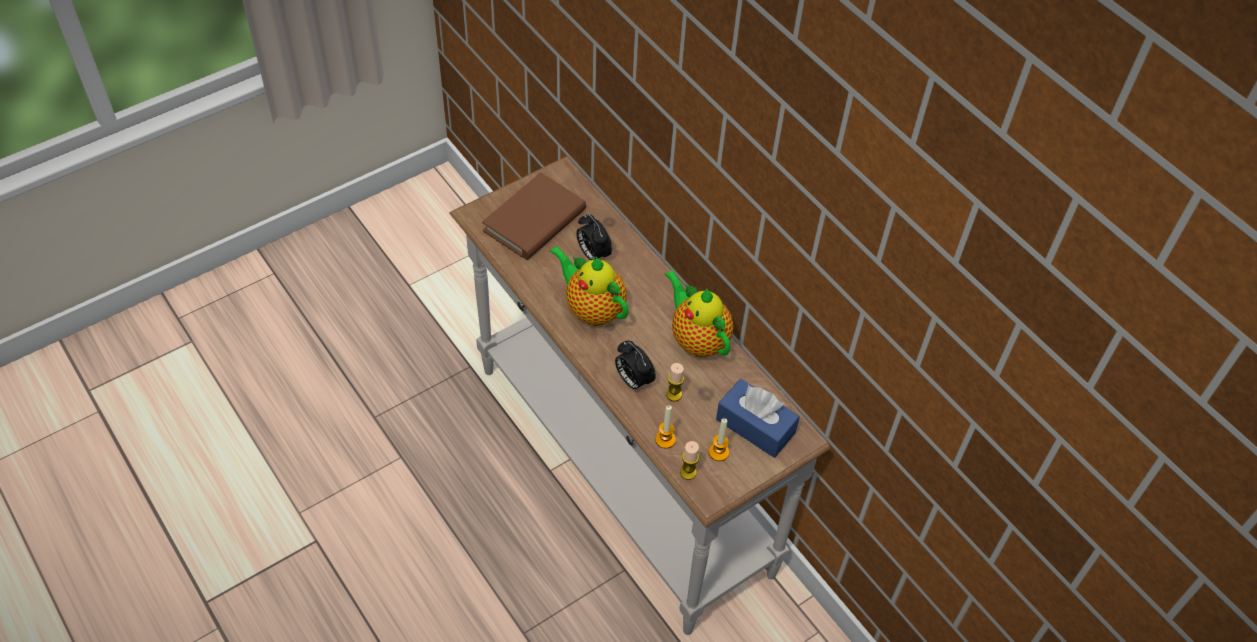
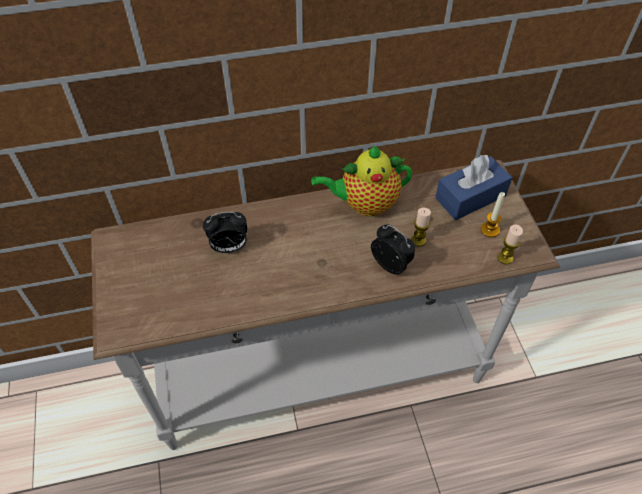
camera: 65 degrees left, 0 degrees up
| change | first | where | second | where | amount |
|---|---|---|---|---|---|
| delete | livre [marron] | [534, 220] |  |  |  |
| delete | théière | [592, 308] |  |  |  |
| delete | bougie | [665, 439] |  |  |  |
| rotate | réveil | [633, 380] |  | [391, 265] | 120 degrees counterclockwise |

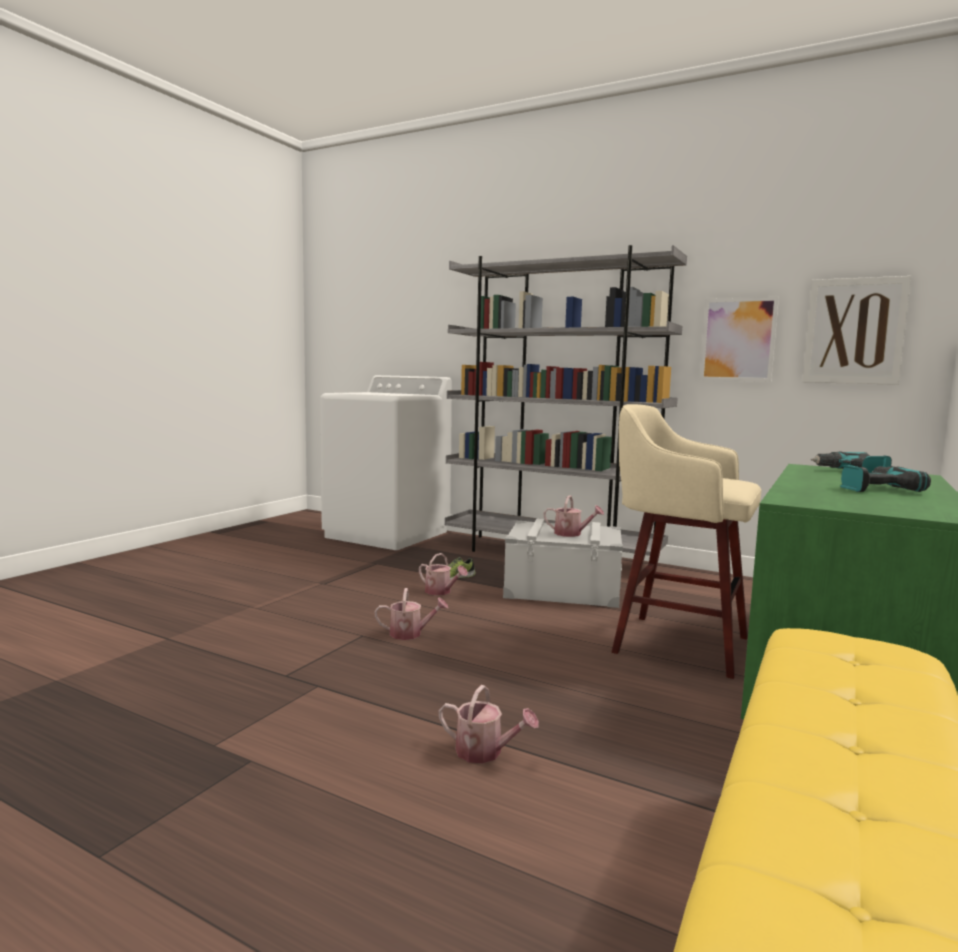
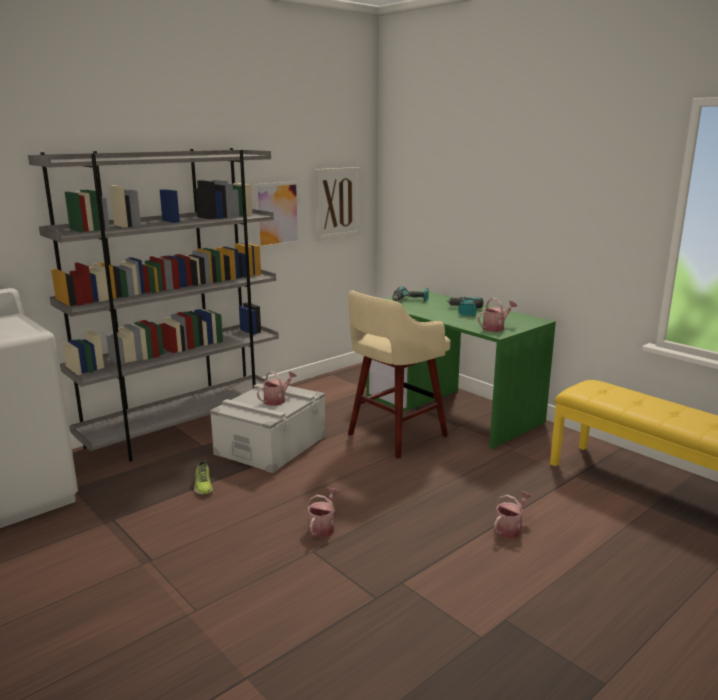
camera: 70 degrees left, 10 degrees up
| change | first | where | second | where | amount |
|---|---|---|---|---|---|
| move | arrosoir | [441, 592] |  | [495, 328] |  |

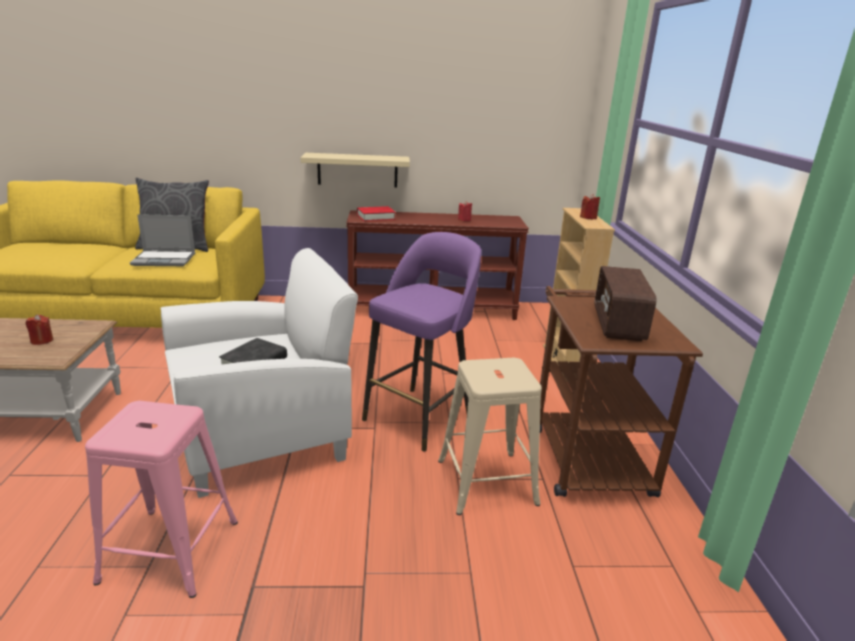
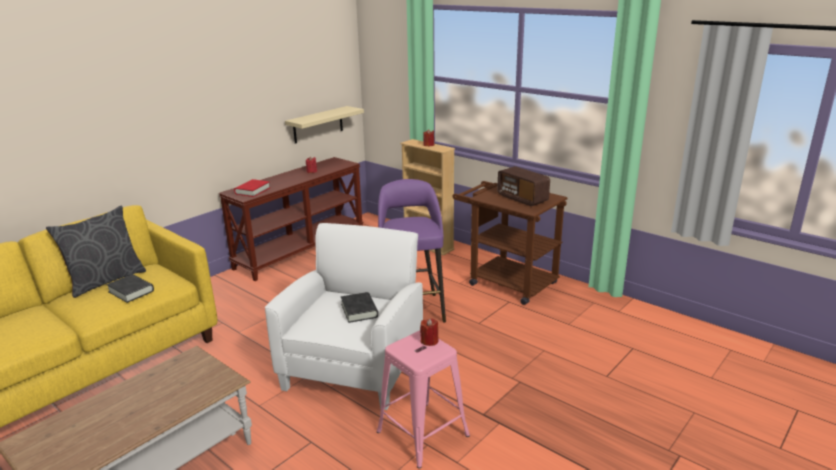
camera: 45 degrees left, 0 degrees up
| change | first | where | second | where | amount |
|---|---|---|---|---|---|
| delete | tabouret [beige] | [486, 482] |  |  |  |
| move | bougie [rouge] | [42, 340] |  | [429, 341] |  |
| move | étagère [beige] | [357, 170] |  | [318, 124] |  |
| replace | ordinateur portable | [165, 259] | livre [noir] | [131, 291] |  |

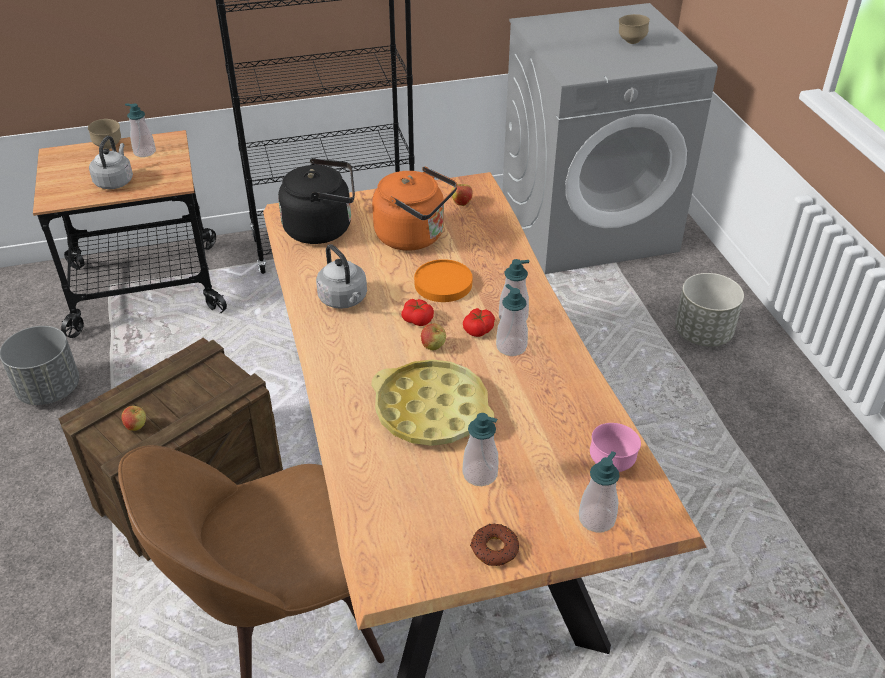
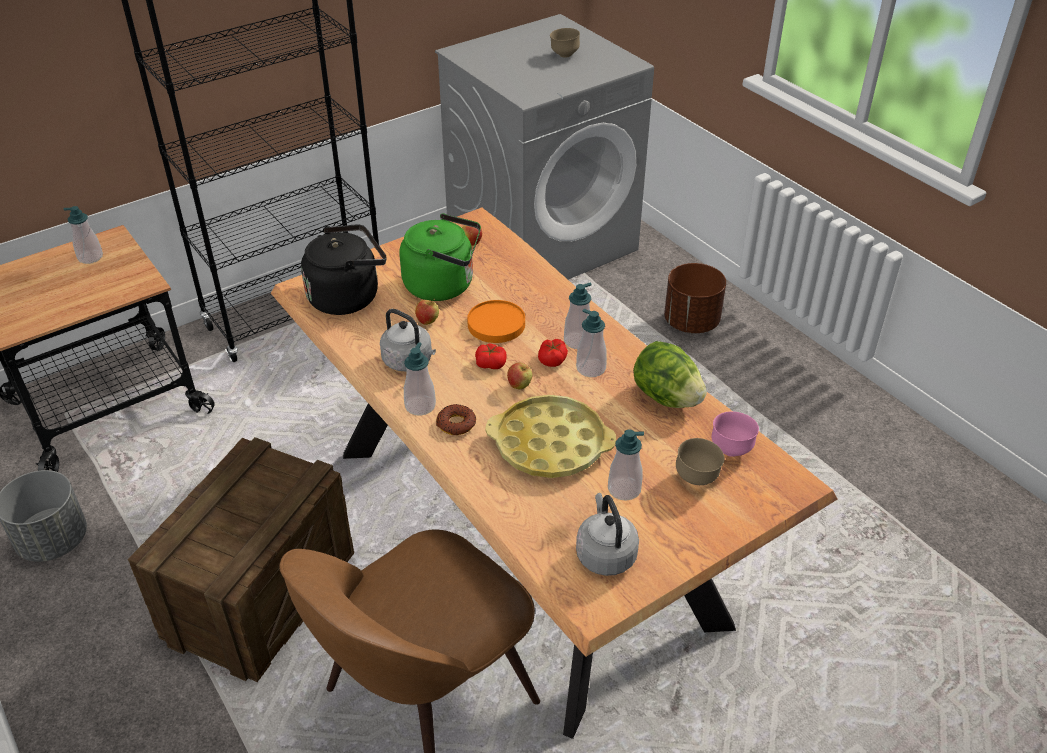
camera: 20 degrees left, 0 degrees up
| change | first | where | second | where | amount |
|---|---|---|---|---|---|
| insert |  |  | laitue | [666, 397] |  |
| move | bol [marron] | [109, 147] |  | [697, 478] |  |
| move | bouilloire [gris] | [115, 181] |  | [605, 554] |  |
| move | pomme | [136, 427] |  | [428, 321] |  |
| move | beignet | [494, 549] |  | [456, 424] |  |
| move | distributeur de savon | [596, 519] |  | [420, 406] |  |
| recolor | bouilloire [orange] | [414, 236] | bouilloire [vert] | [443, 285] |  |
| recolor | cache-pot [gris] | [702, 333] | cache-pot [marron] | [690, 322] |  |

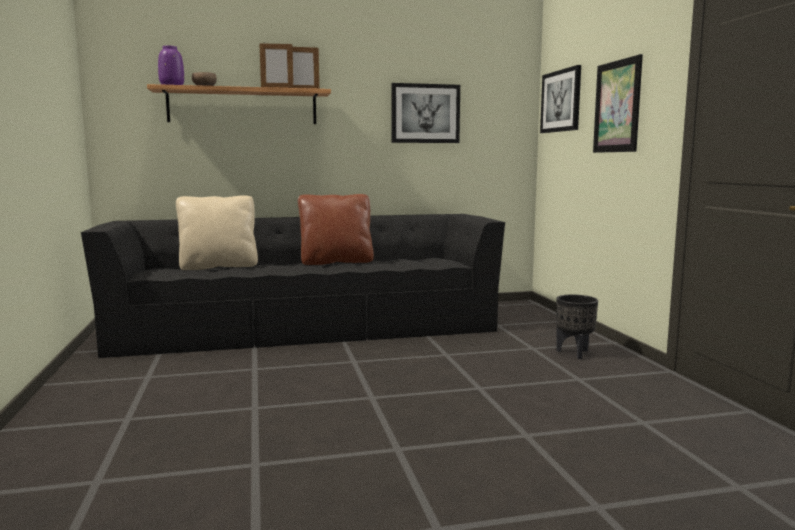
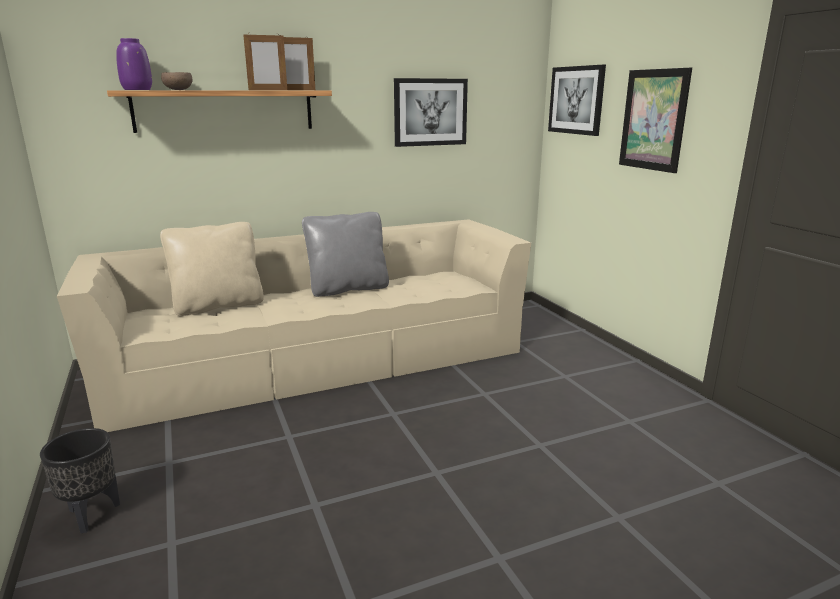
camera: 10 degrees left, 10 degrees up
| change | first | where | second | where | amount |
|---|---|---|---|---|---|
| move | cache-pot [noir] | [574, 353] |  | [92, 515] |  |
| recolor | canapé [noir] | [306, 326] | canapé [beige] | [319, 359] |  |
| recolor | coussin [marron] | [336, 262] | coussin [gris] | [348, 289] |  |

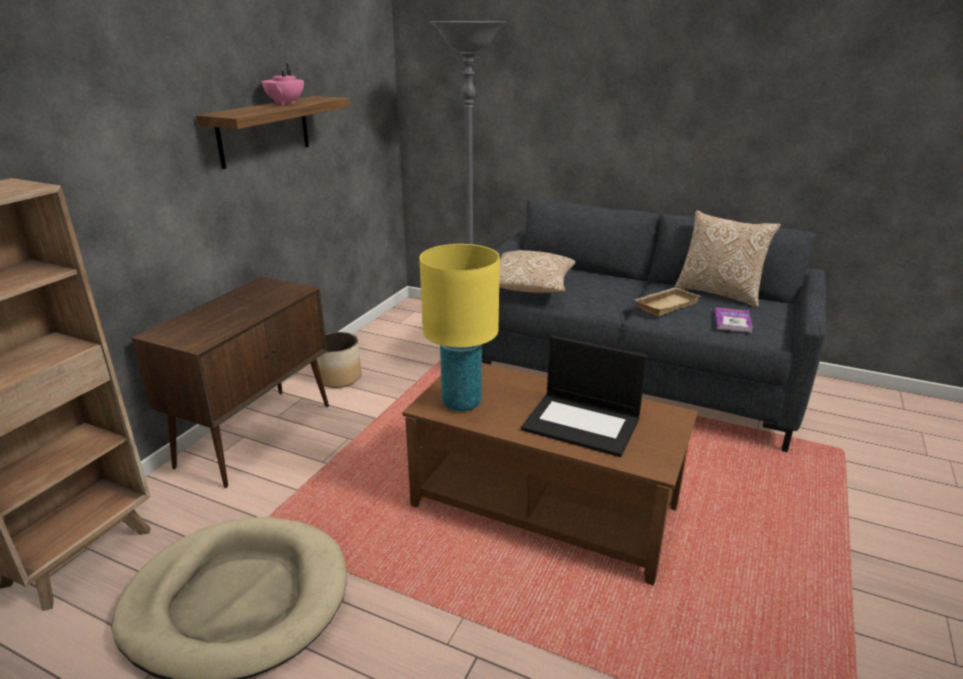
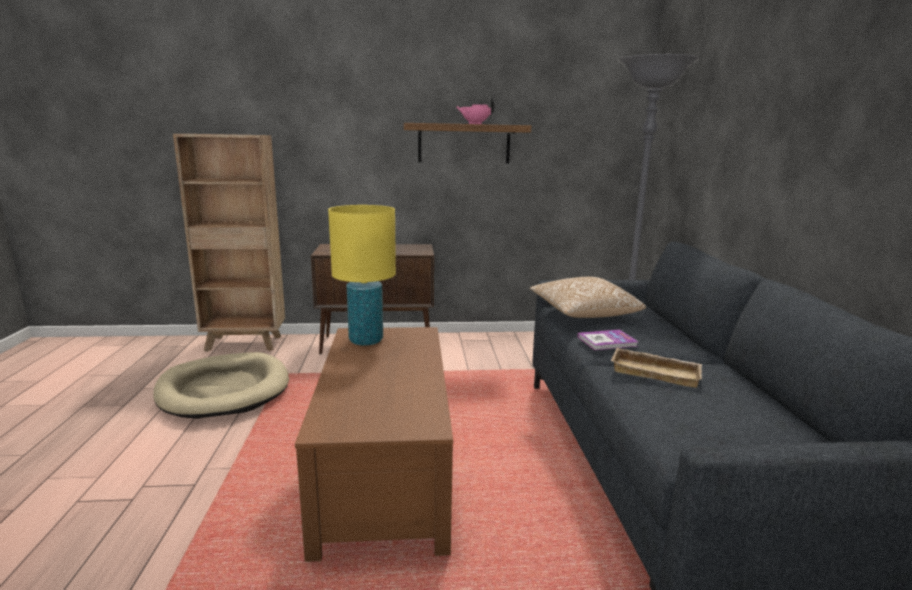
camera: 60 degrees right, 10 degrees down
| change | first | where | second | where | amount |
|---|---|---|---|---|---|
| delete | cache-pot | [338, 378] |  |  |  |
| delete | ordinateur portable | [583, 424] |  |  |  |
| delete | coussin | [719, 293] |  |  |  |
| move | livre | [732, 321] |  | [607, 341] |  |

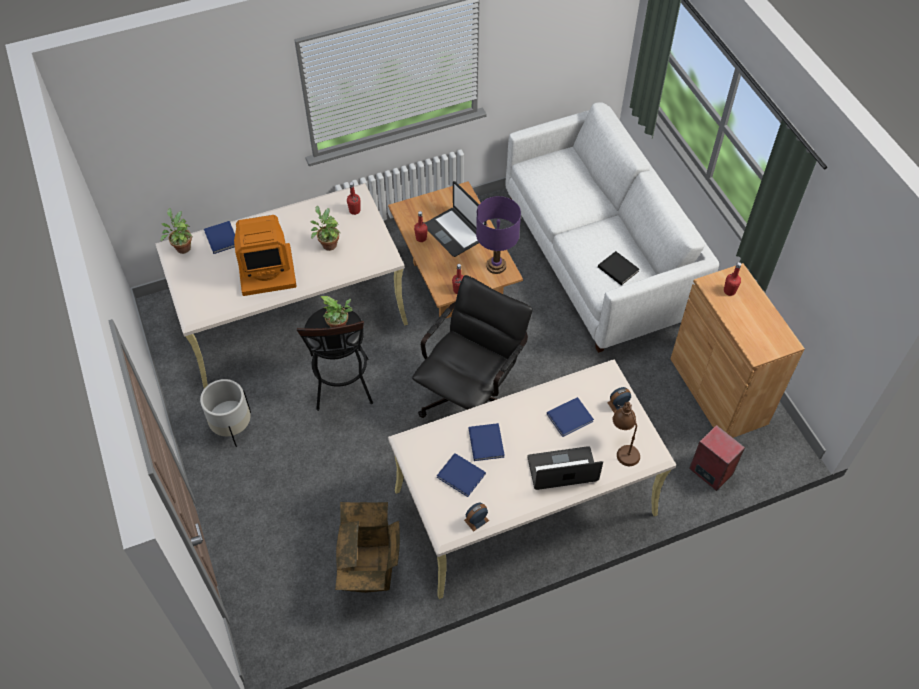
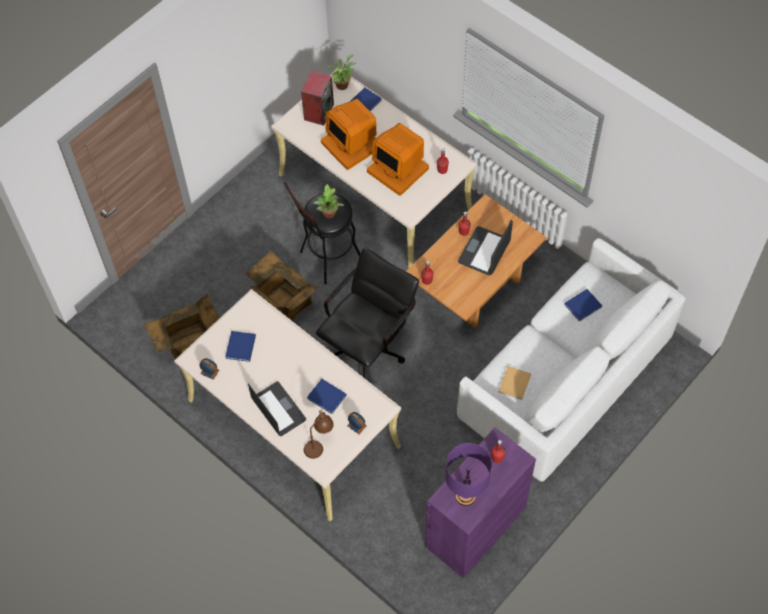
camera: 65 degrees right, 5 degrees up
| change | first | where | second | where | amount |
|---|---|---|---|---|---|
| delete | cache-pot [blanc] | [232, 427] |  |  |  |
| insert |  |  | carton | [283, 304] |  |
| move | livre [bleu] | [486, 442] |  | [583, 305] |  |
| move | lampe de table [violet] | [496, 266] |  | [465, 496] |  |
| move | enceinte | [710, 471] |  | [318, 111] |  |
| replace | plante en pot | [328, 244] | écran d'ordinateur | [399, 169] |  |
| recolor | livre [noir] | [617, 268] | livre [beige] | [515, 382] |  |
| recolor | meuble de rangement [marron] | [718, 391] | meuble de rangement [violet] | [475, 527] |  |
| rotate | chaise de bureau [noir] | [471, 395] |  | [369, 346] | 60 degrees counterclockwise |

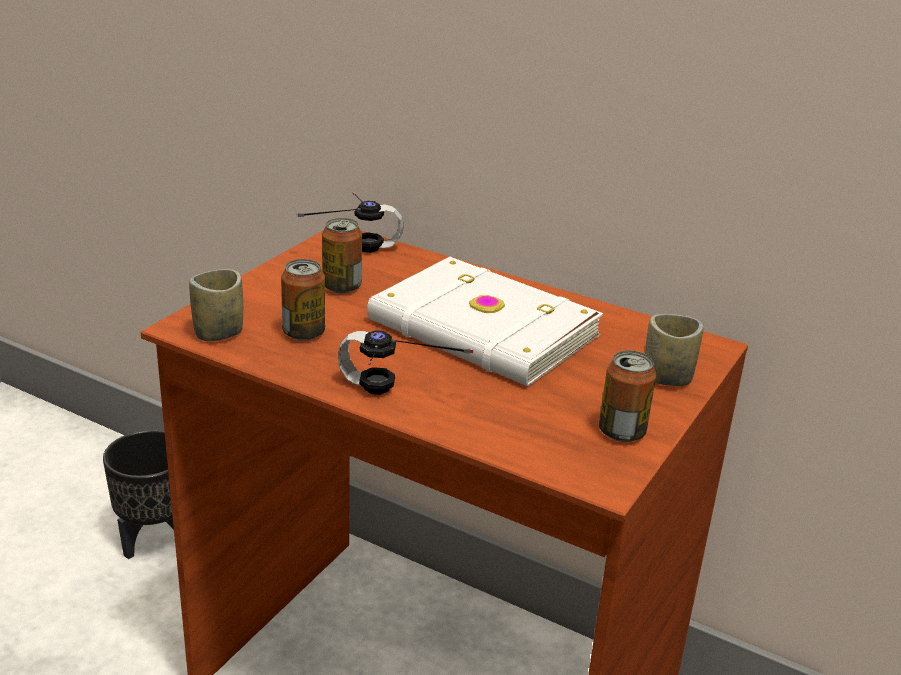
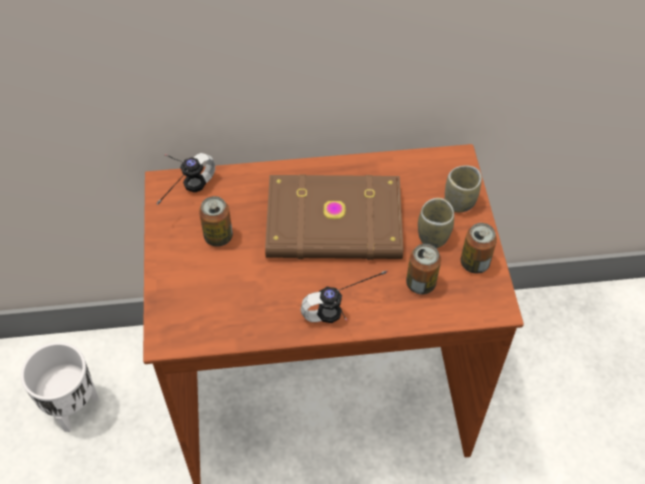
camera: 35 degrees left, 25 degrees up
| change | first | where | second | where | amount |
|---|---|---|---|---|---|
| move | tasse | [218, 333] |  | [433, 236] |  |
| move | boîte métallique | [304, 333] |  | [421, 283] |  |
| recolor | cache-pot [noir] | [155, 540] | cache-pot [blanc] | [72, 406] |  |
| recolor | livre [blanc] | [482, 330] | livre [marron] | [335, 224] |  |

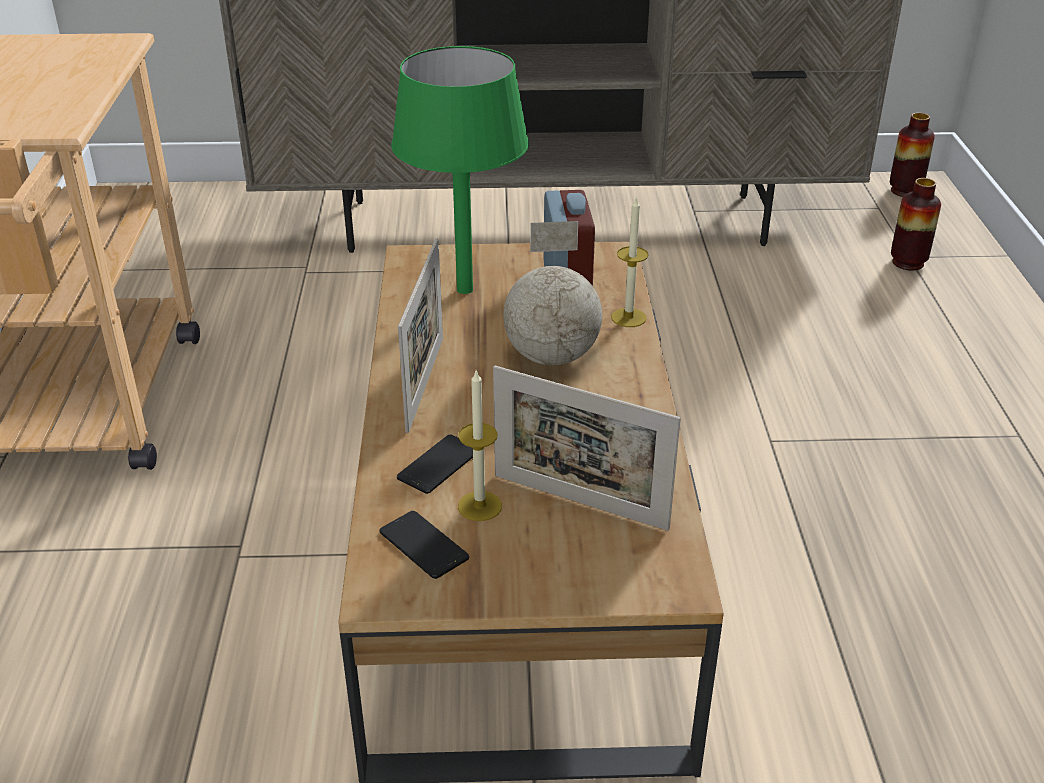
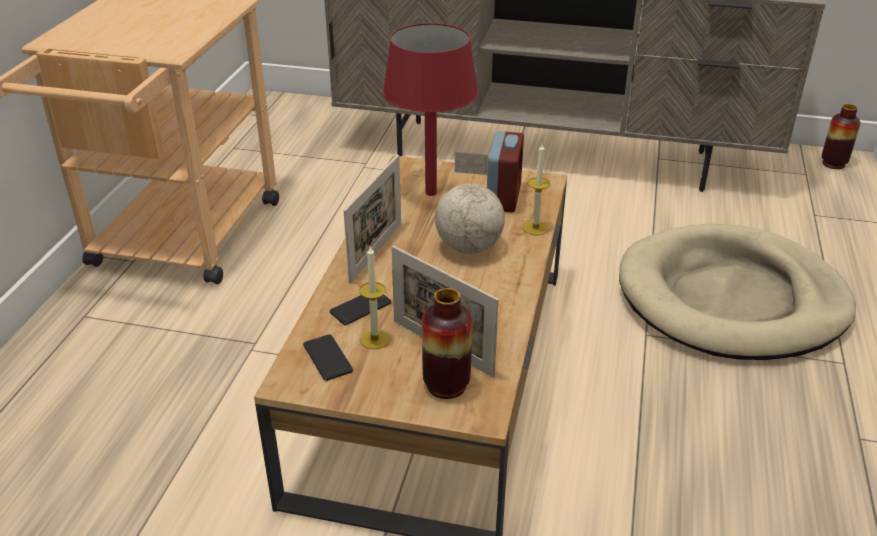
camera: 15 degrees right, 0 degrees up
| change | first | where | second | where | amount |
|---|---|---|---|---|---|
| insert |  |  | panier pour chien [beige] | [731, 299] |  |
| move | vase | [908, 263] |  | [446, 385] |  |
| recolor | lampe de table [vert] | [464, 289] | lampe de table [rouge] | [430, 193] |  |

